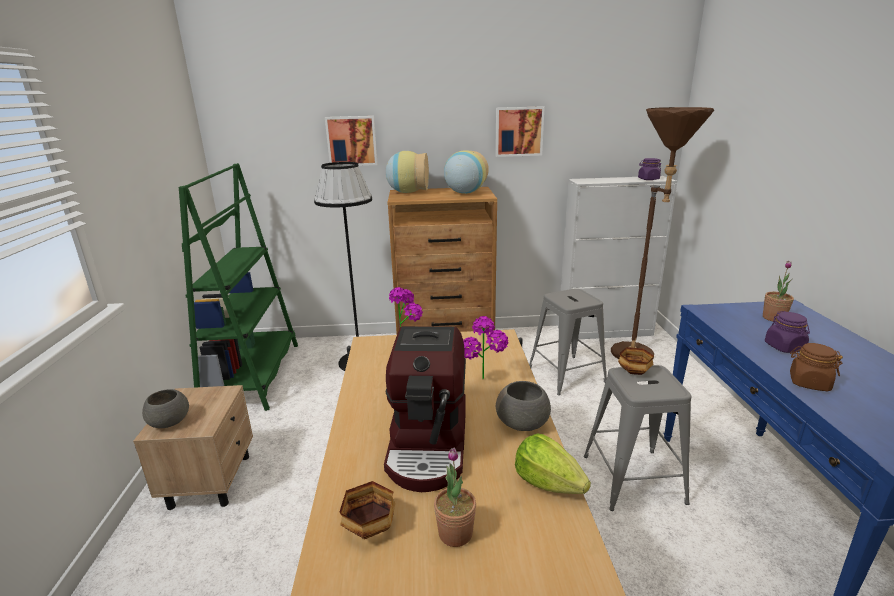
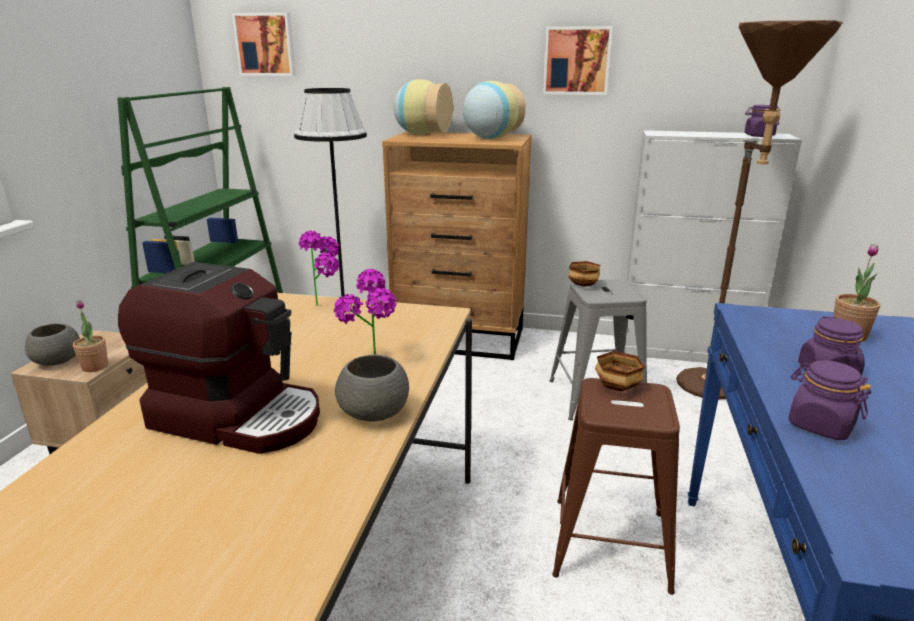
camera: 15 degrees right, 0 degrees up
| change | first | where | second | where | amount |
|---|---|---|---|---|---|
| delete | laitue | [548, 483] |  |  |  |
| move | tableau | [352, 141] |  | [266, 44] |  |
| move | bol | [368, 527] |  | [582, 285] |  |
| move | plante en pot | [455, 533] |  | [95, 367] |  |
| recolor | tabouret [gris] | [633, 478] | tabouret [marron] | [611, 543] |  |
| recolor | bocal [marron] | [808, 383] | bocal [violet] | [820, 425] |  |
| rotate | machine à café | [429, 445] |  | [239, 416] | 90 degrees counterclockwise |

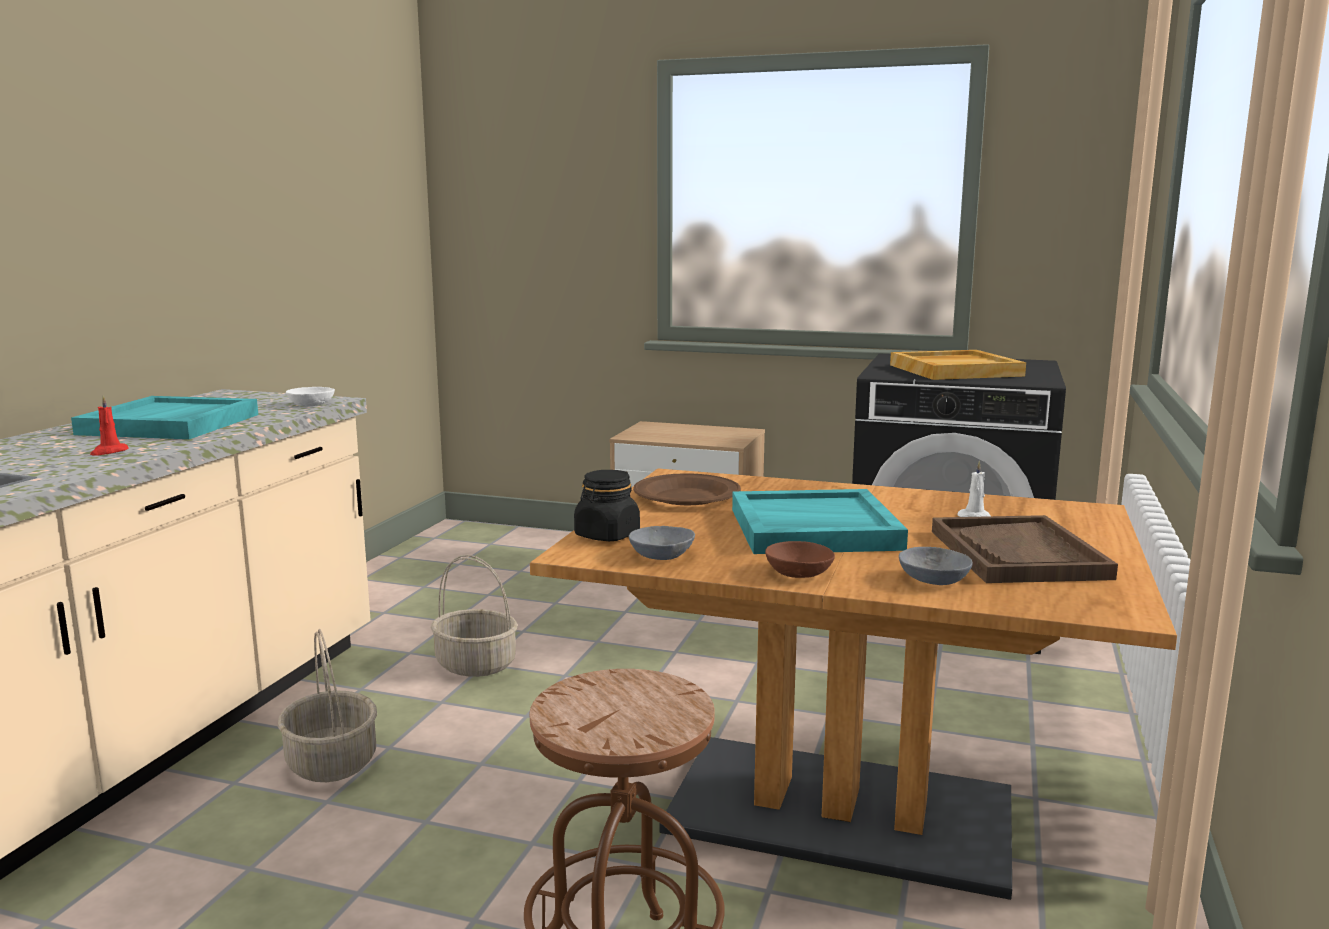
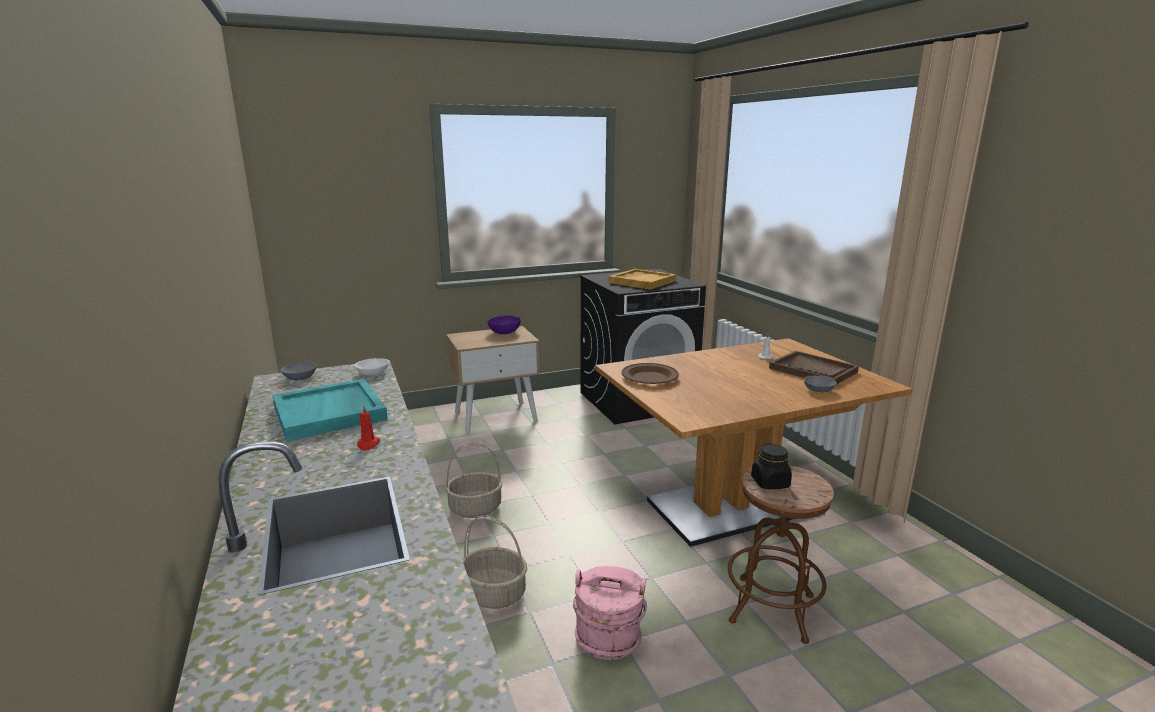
camera: 40 degrees left, 5 degrees up
| change | first | where | second | where | amount |
|---|---|---|---|---|---|
| delete | plateau [turquoise] | [812, 529] |  |  |  |
| delete | bol [marron] | [801, 572] |  |  |  |
| insert |  |  | bol [violet] | [504, 332] |  |
| insert |  |  | seau [rose] | [608, 637] |  |
| move | bocal [noir] | [607, 535] |  | [770, 483] |  |
| move | bol [gris] | [662, 554] |  | [300, 377] |  |

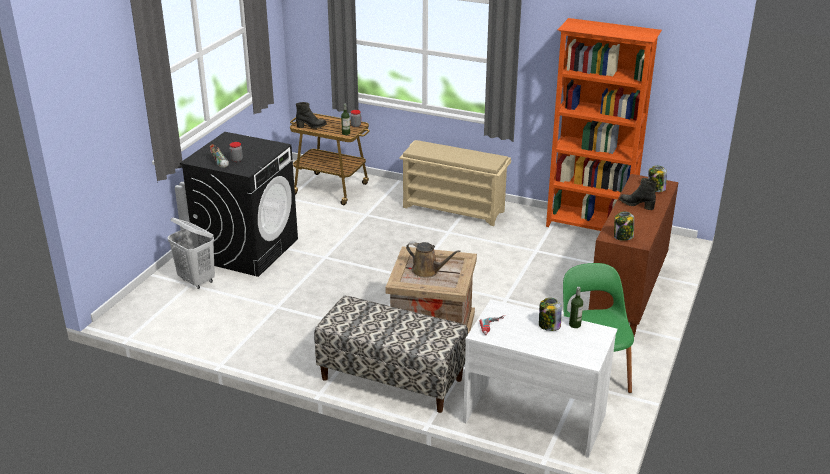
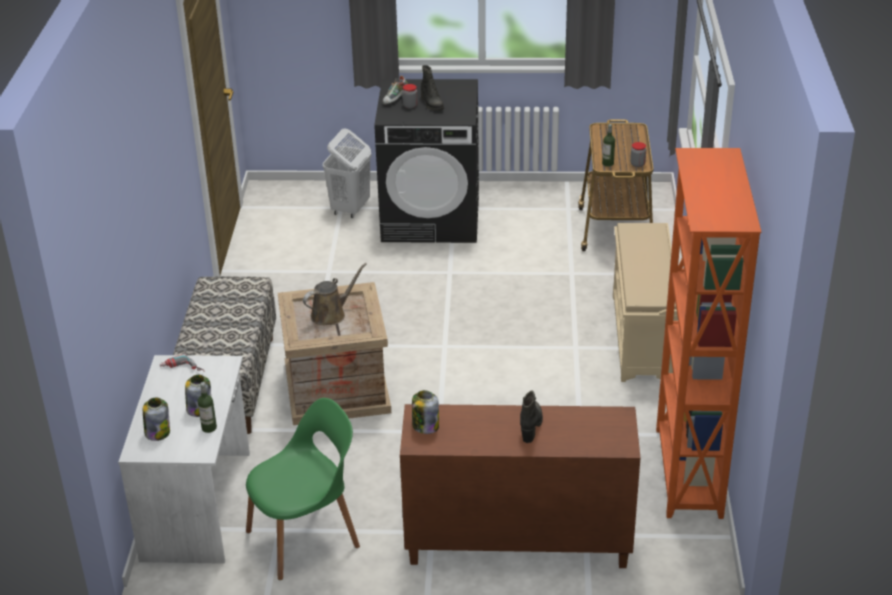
camera: 70 degrees right, 5 degrees up
| change | first | where | second | where | amount |
|---|---|---|---|---|---|
| move | botte [noir] | [311, 126] |  | [431, 104] |  |
| move | bocal | [655, 189] |  | [157, 432] |  |
| rotate | arrosoir [marron] | [427, 271] |  | [331, 314] | 135 degrees counterclockwise |

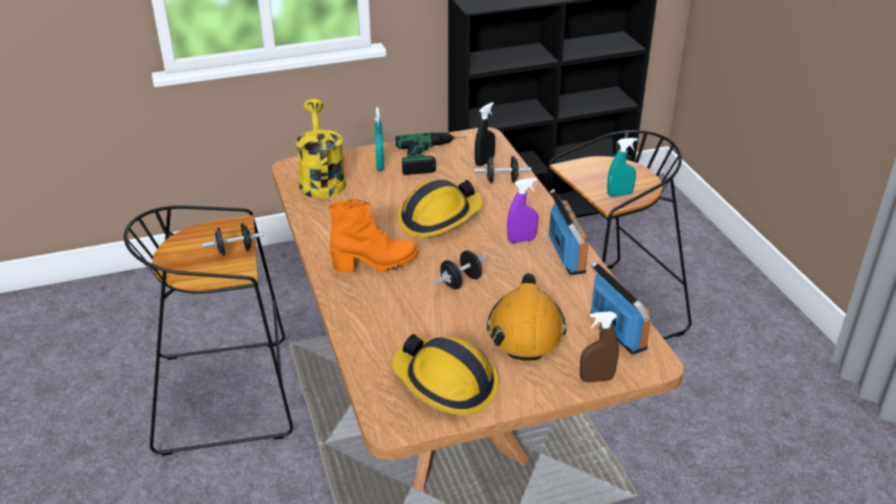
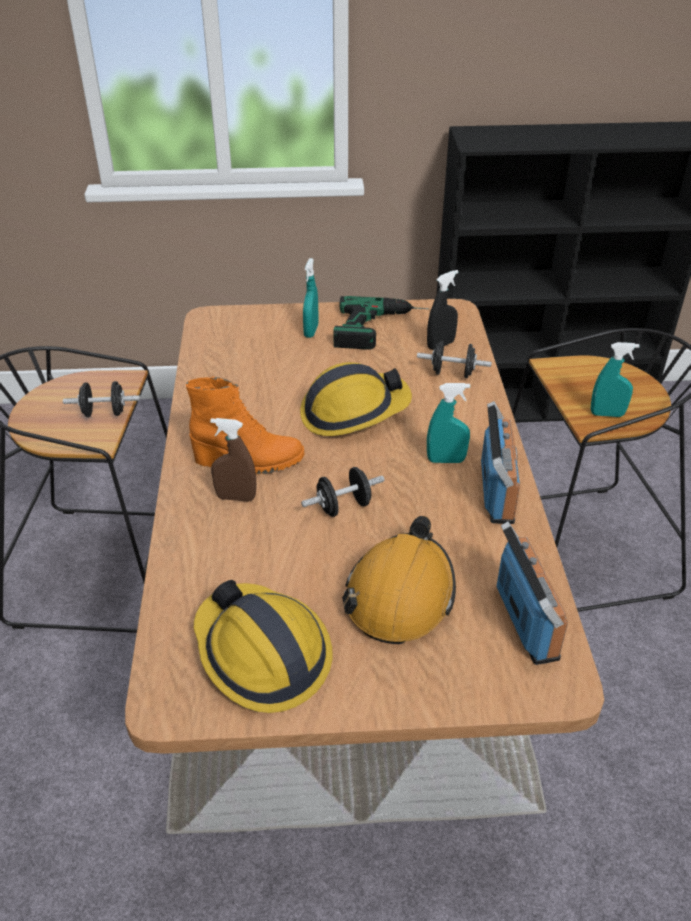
camera: 15 degrees right, 5 degrees up
| change | first | where | second | where | amount |
|---|---|---|---|---|---|
| delete | arrosoir [jaune] | [321, 180] |  |  |  |
| move | vaporisateur [marron] | [596, 379] |  | [236, 497] |  |
| recolor | vaporisateur [violet] | [521, 240] | vaporisateur [turquoise] | [446, 460] |  |

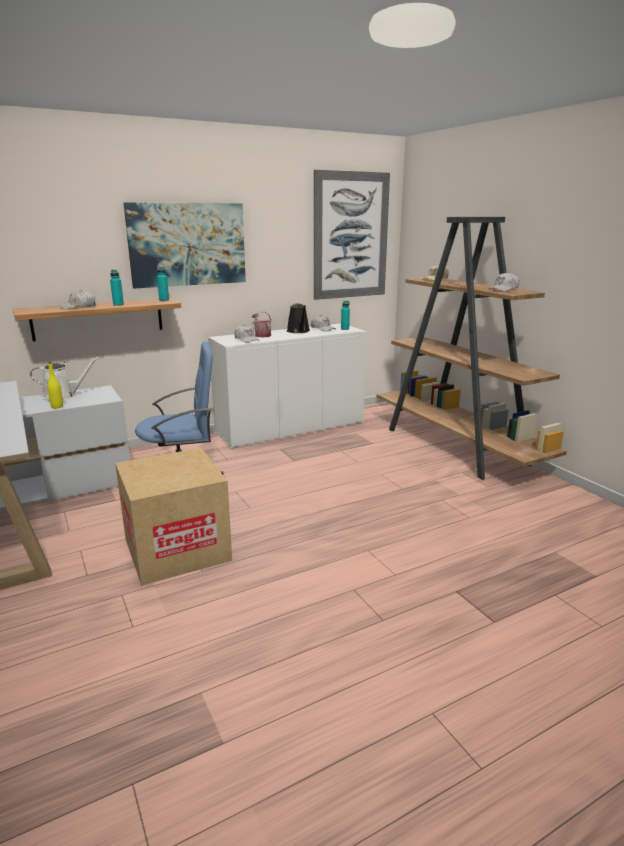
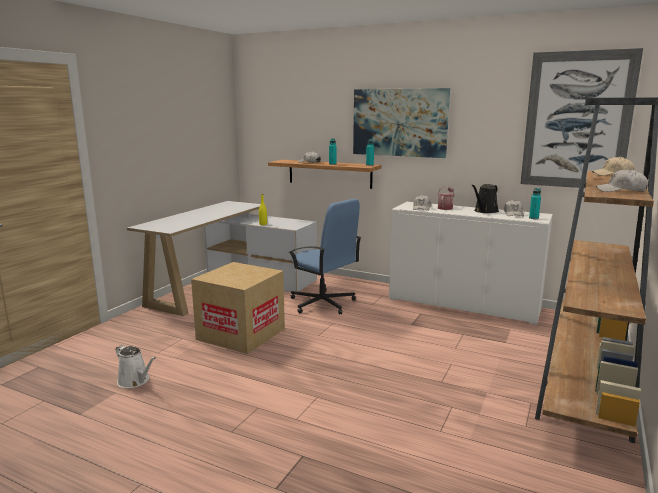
camera: 55 degrees right, 5 degrees down
| change | first | where | second | where | amount |
|---|---|---|---|---|---|
| move | arrosoir [blanc] | [63, 396] |  | [135, 381] |  |

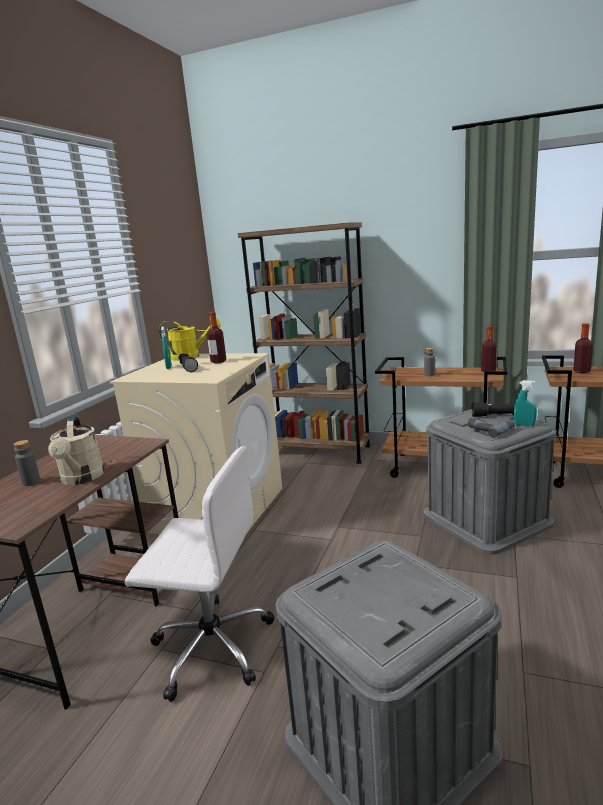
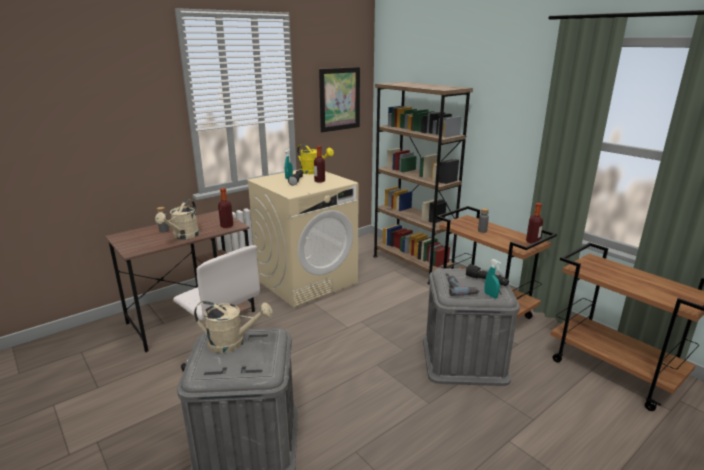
camera: 30 degrees right, 5 degrees up
| change | first | where | second | where | amount |
|---|---|---|---|---|---|
| insert |  |  | arrosoir [beige] | [233, 343] |  |
| insert |  |  | tableau | [339, 99] |  |
| move | bouteille | [581, 371] |  | [227, 226] |  |

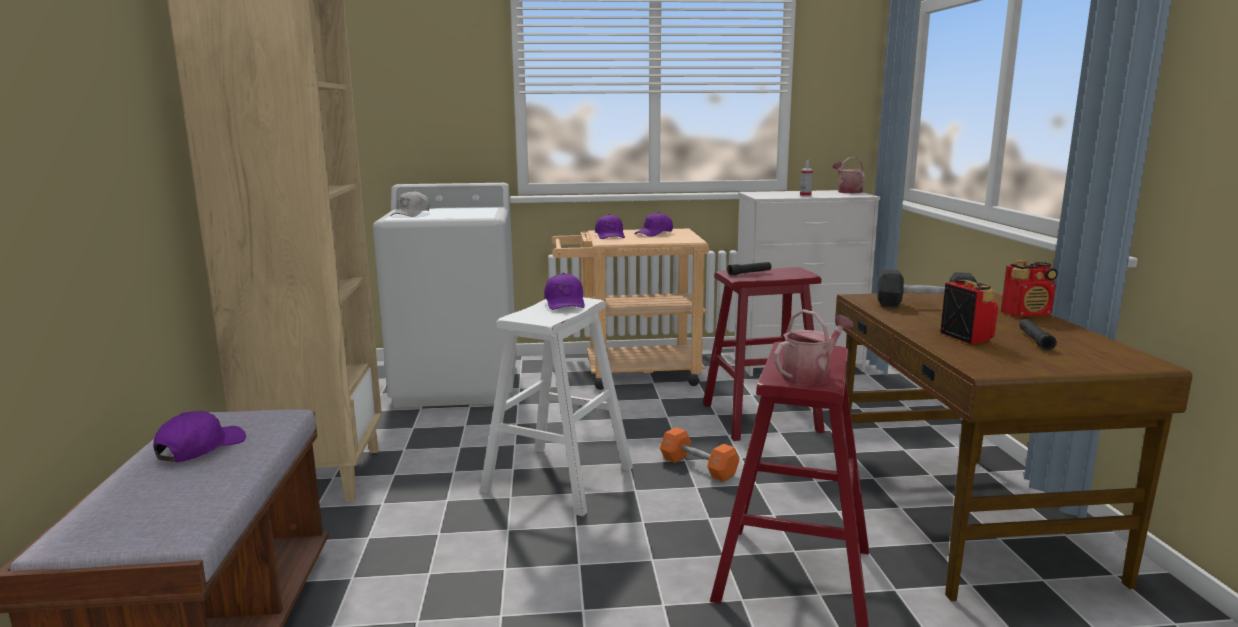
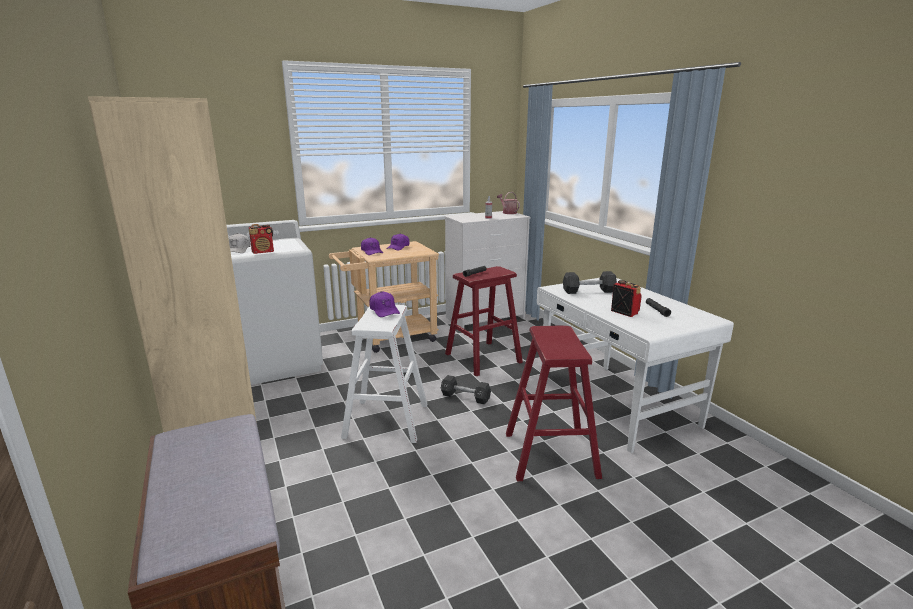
camera: 20 degrees left, 5 degrees up
| change | first | where | second | where | amount |
|---|---|---|---|---|---|
| delete | casquette [violet] | [200, 449] |  |  |  |
| delete | arrosoir | [810, 375] |  |  |  |
| move | radio | [1026, 314] |  | [263, 252] |  |
| recolor | haltère [orange] | [698, 467] | haltère [noir] | [465, 397] |  |
| recolor | bureau [marron] | [963, 519] | bureau [blanc] | [615, 404] |  |

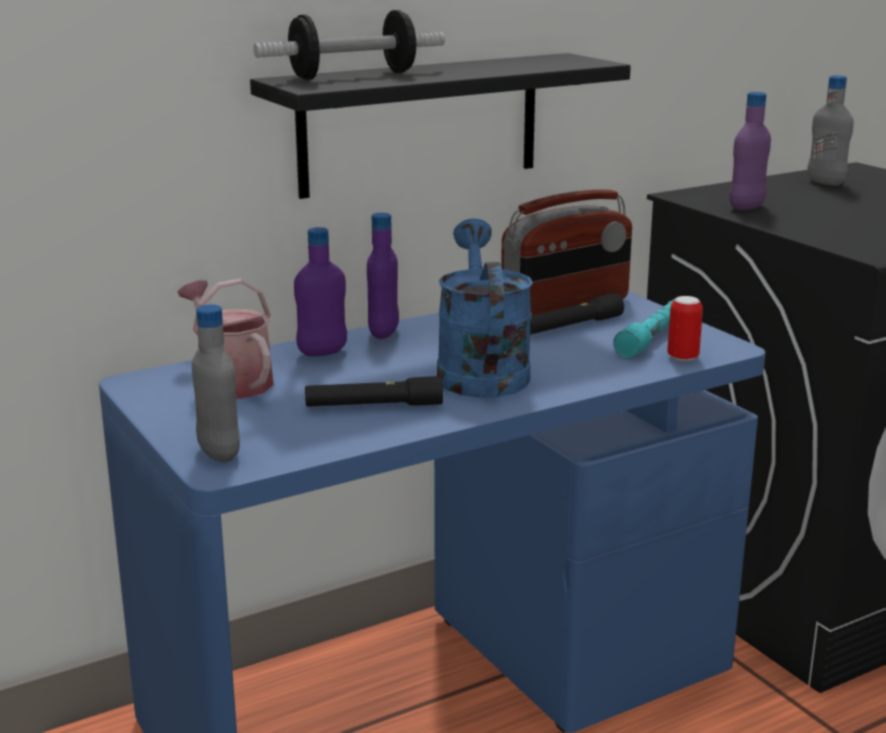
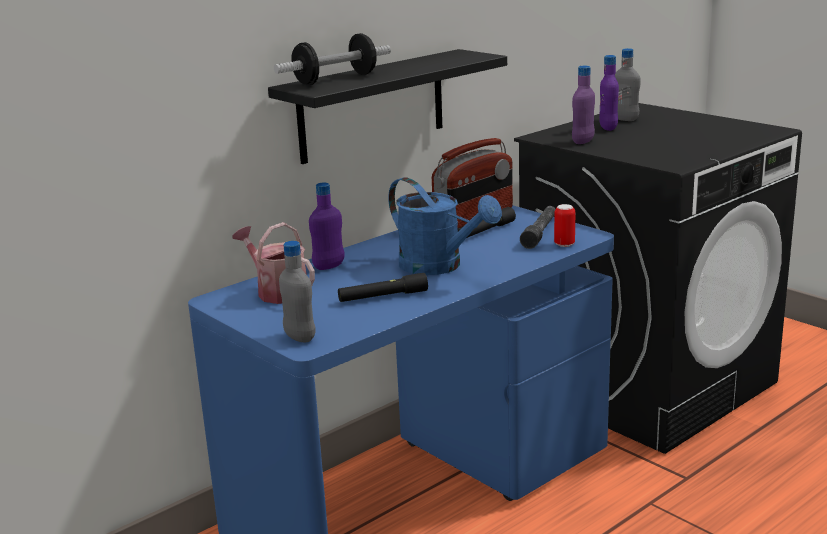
camera: 10 degrees left, 0 degrees up
| change | first | where | second | where | amount |
|---|---|---|---|---|---|
| move | bouteille [violet] | [383, 333] |  | [608, 128] |  |
| recolor | lampe de poche [turquoise] | [653, 337] | lampe de poche [gris] | [540, 233] |  |
| rotate | arrosoir [bleu] | [480, 370] |  | [439, 266] | 150 degrees clockwise |

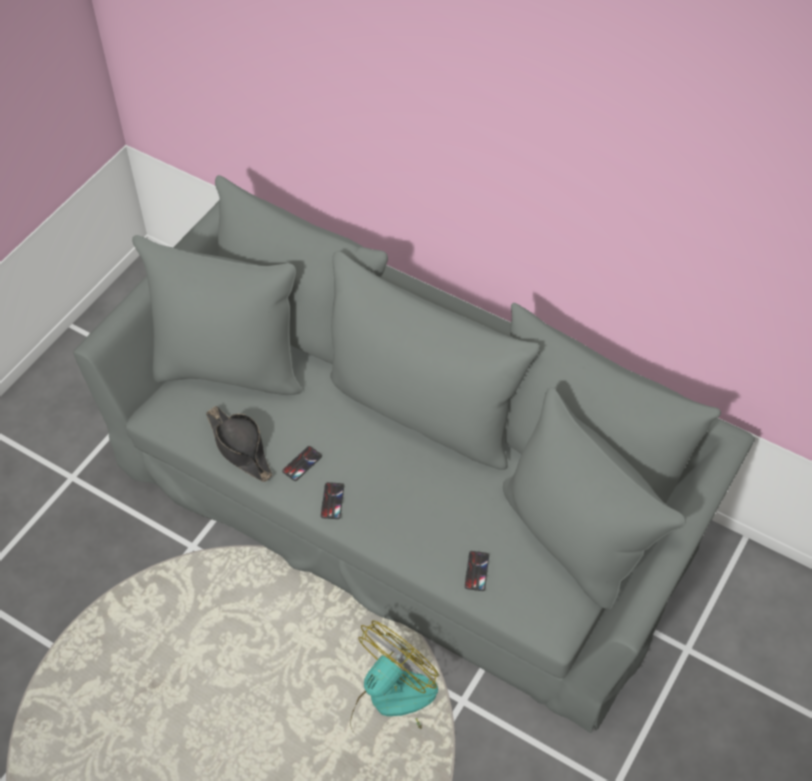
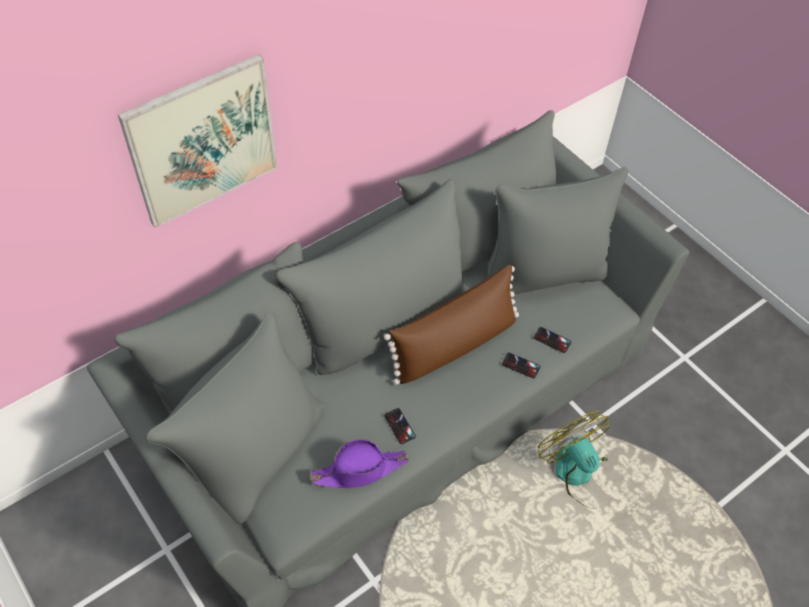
camera: 70 degrees left, 0 degrees up
| change | first | where | second | where | amount |
|---|---|---|---|---|---|
| insert |  |  | tableau | [203, 141] |  |
| insert |  |  | coussin [marron] | [454, 345] |  |
| move | téléphone | [332, 501] |  | [521, 365] |  |
| recolor | chapeau [noir] | [240, 448] | chapeau [violet] | [360, 470] |  |

